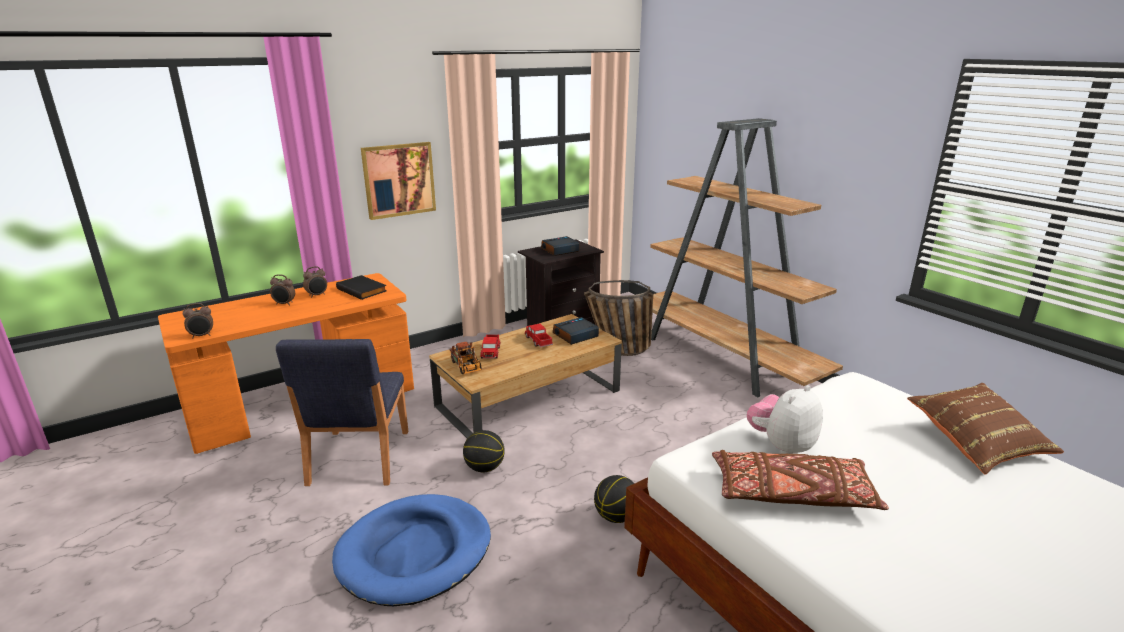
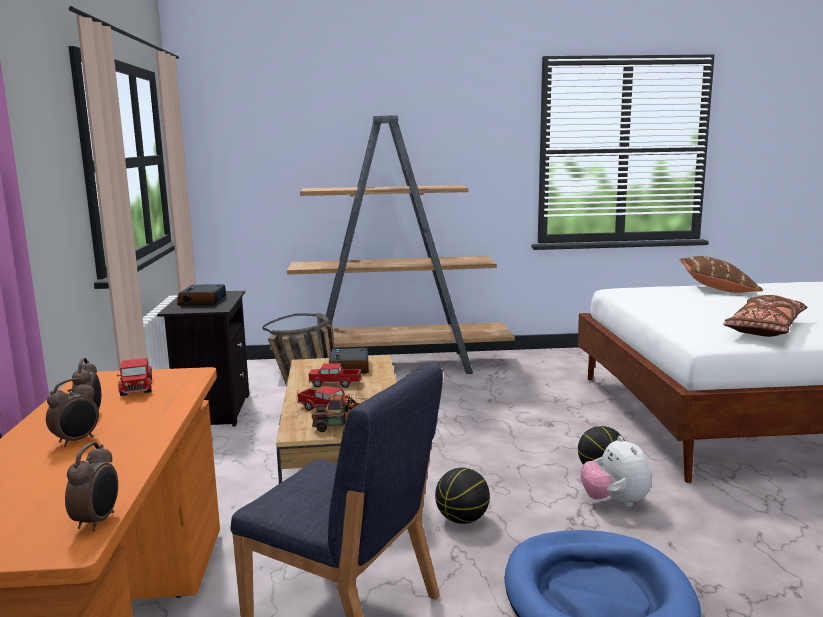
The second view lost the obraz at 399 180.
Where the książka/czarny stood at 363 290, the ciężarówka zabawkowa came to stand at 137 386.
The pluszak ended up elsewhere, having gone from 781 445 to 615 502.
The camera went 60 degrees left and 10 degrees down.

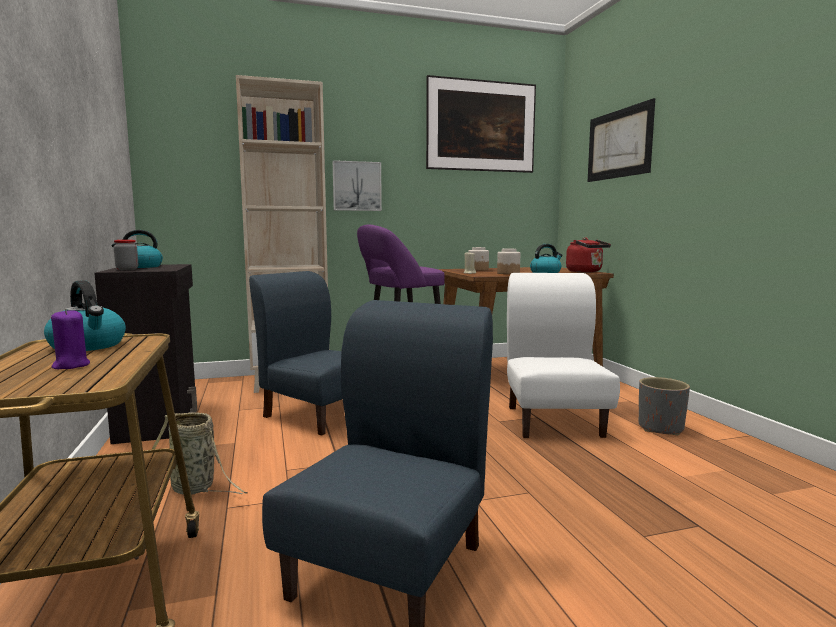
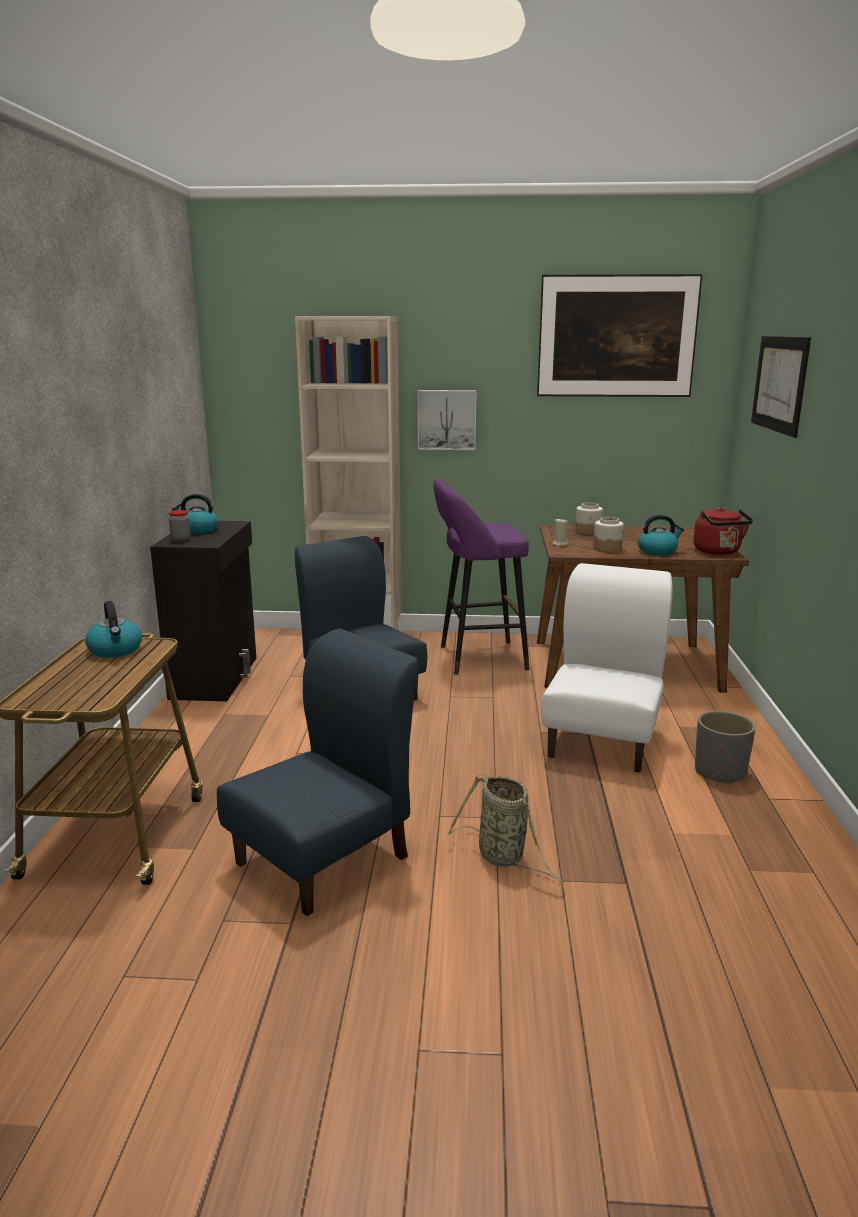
The second view lost the świeca/fioletowy at 71 365.
The koszyk ended up elsewhere, having gone from 195 488 to 504 858.
The camera went 20 degrees right and 10 degrees up.

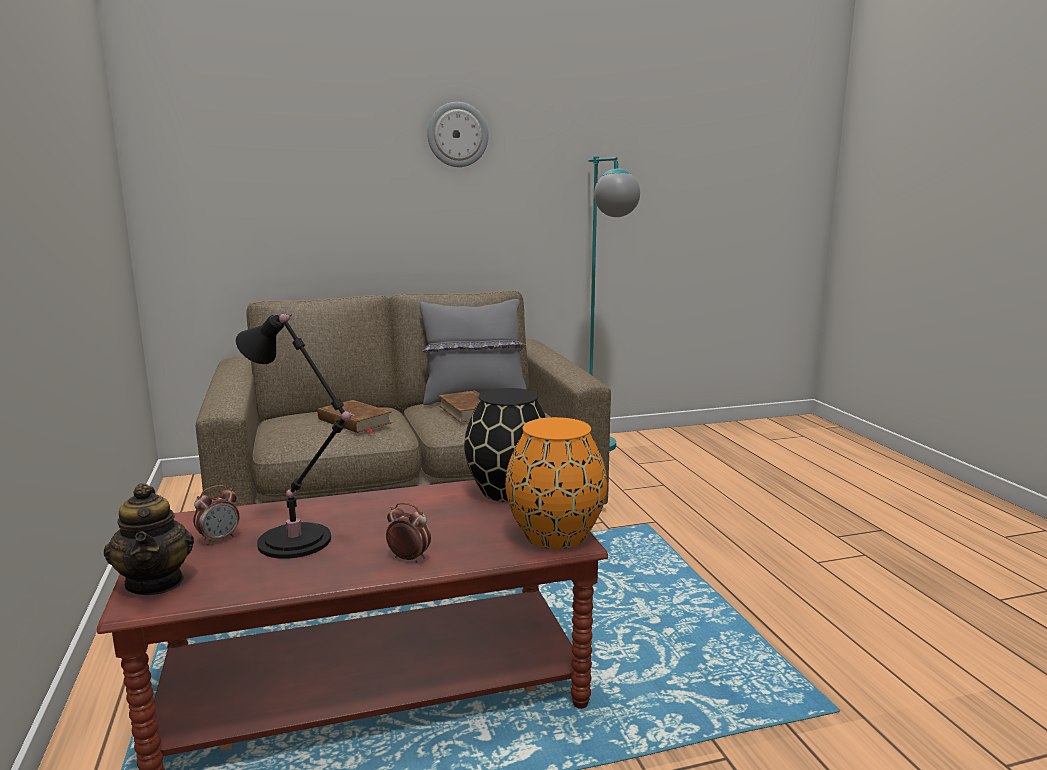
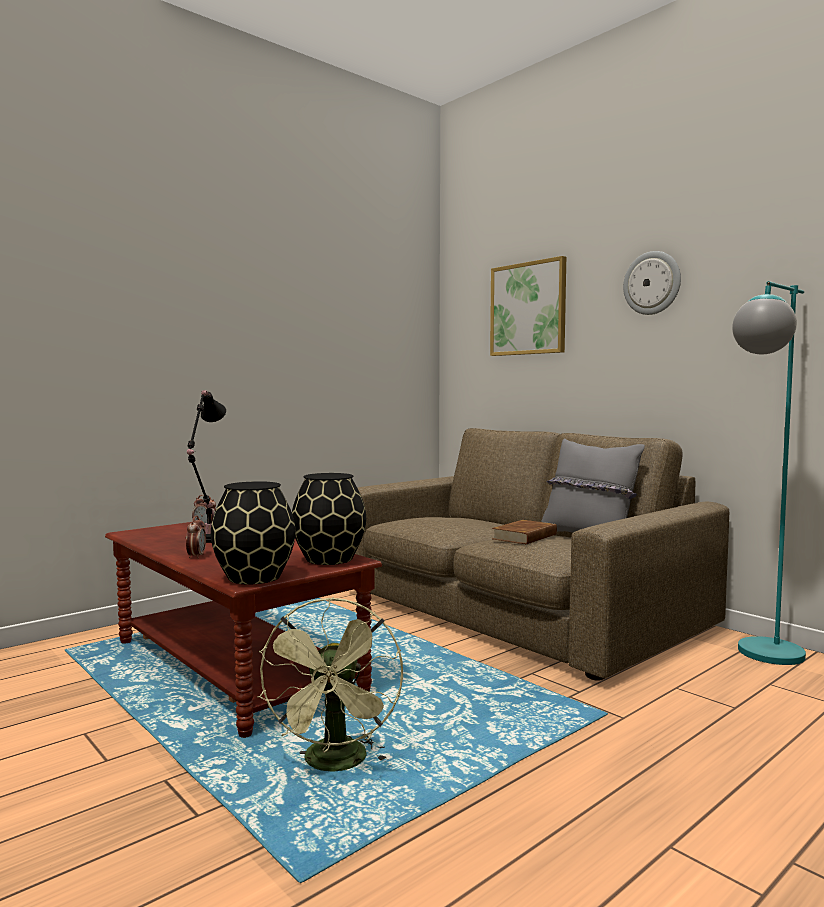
The second view lost the książka/brązowy at 354 421.
What was the wazon/pomarańczowy at 554 535 turned into the wazon/czarny at 253 577.
The second view lost the imbryk at 156 582.
The second view gained the obraz at 528 309.
The second view gained the wentylator/zielony at 336 765.
The camera went 65 degrees right and 10 degrees down.

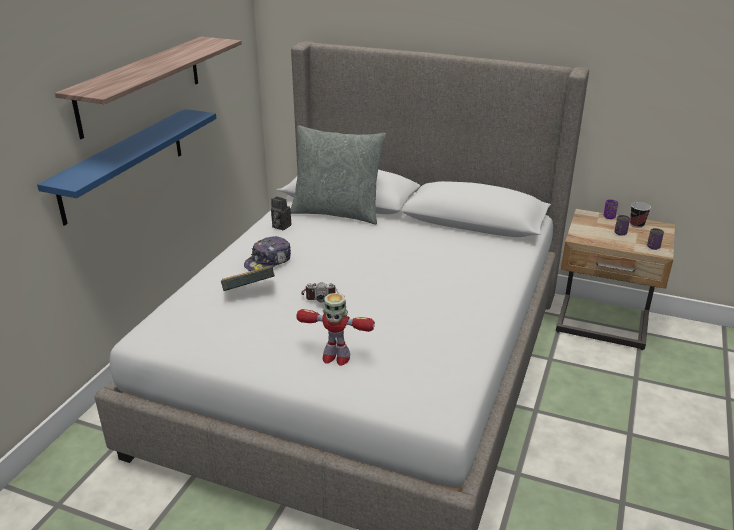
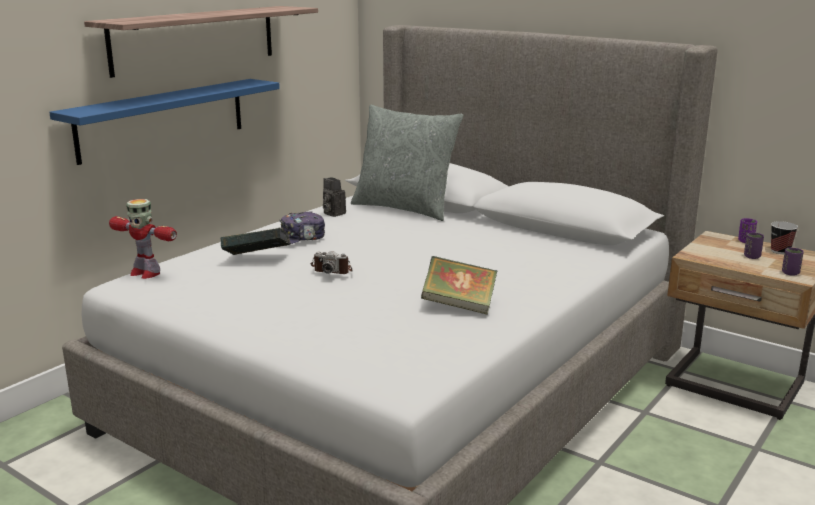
The robot zabawkowy ended up elsewhere, having gone from 335 357 to 145 273.
The second view gained the książka at 459 305.
The camera went 15 degrees right and 10 degrees down.

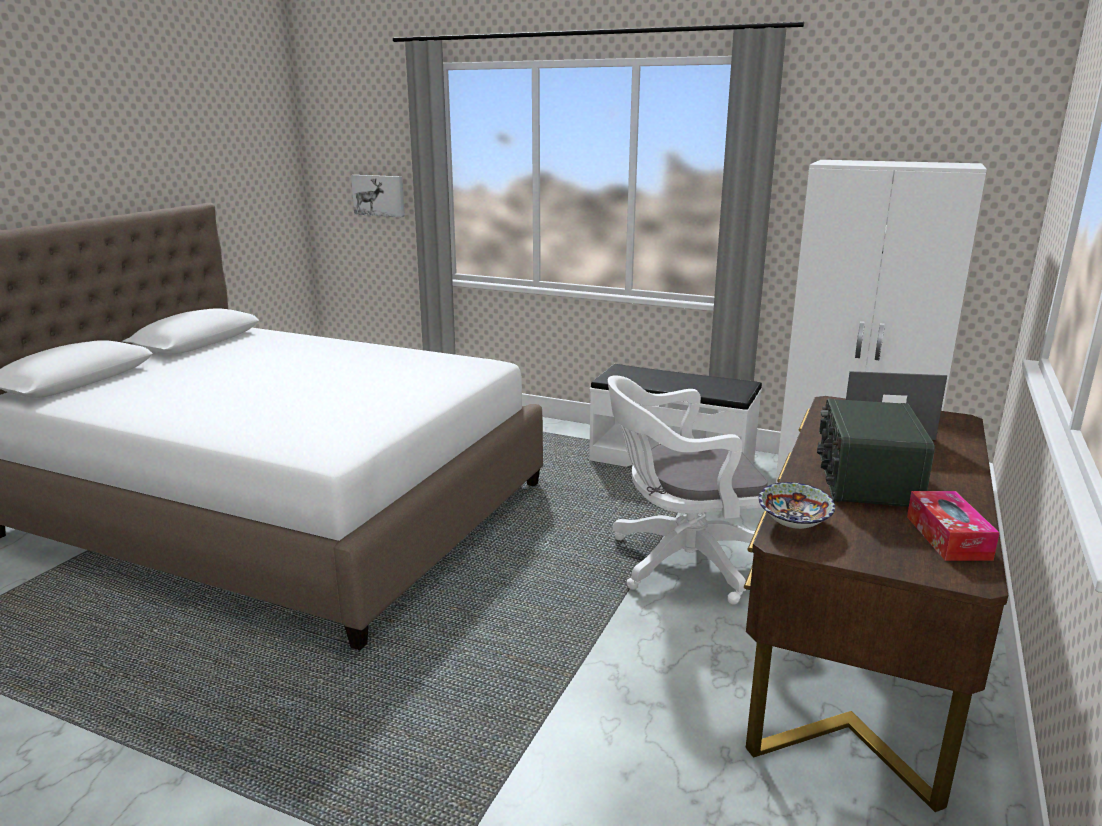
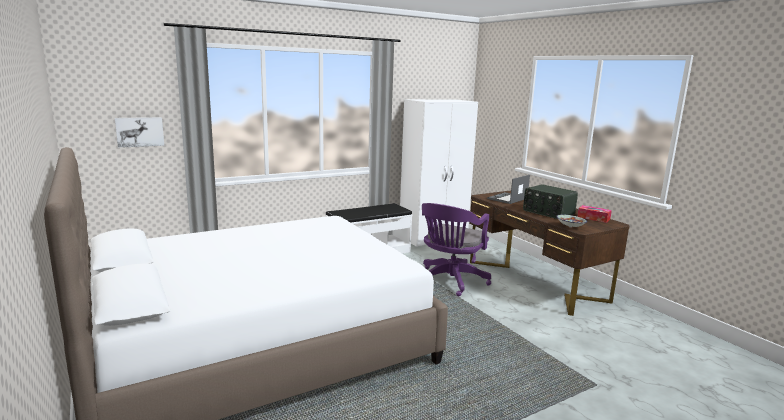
What was the krzesło biurowe/biały at 680 562 turned into the krzesło biurowe/fioletowy at 450 282.
The camera went 55 degrees left and 5 degrees down.

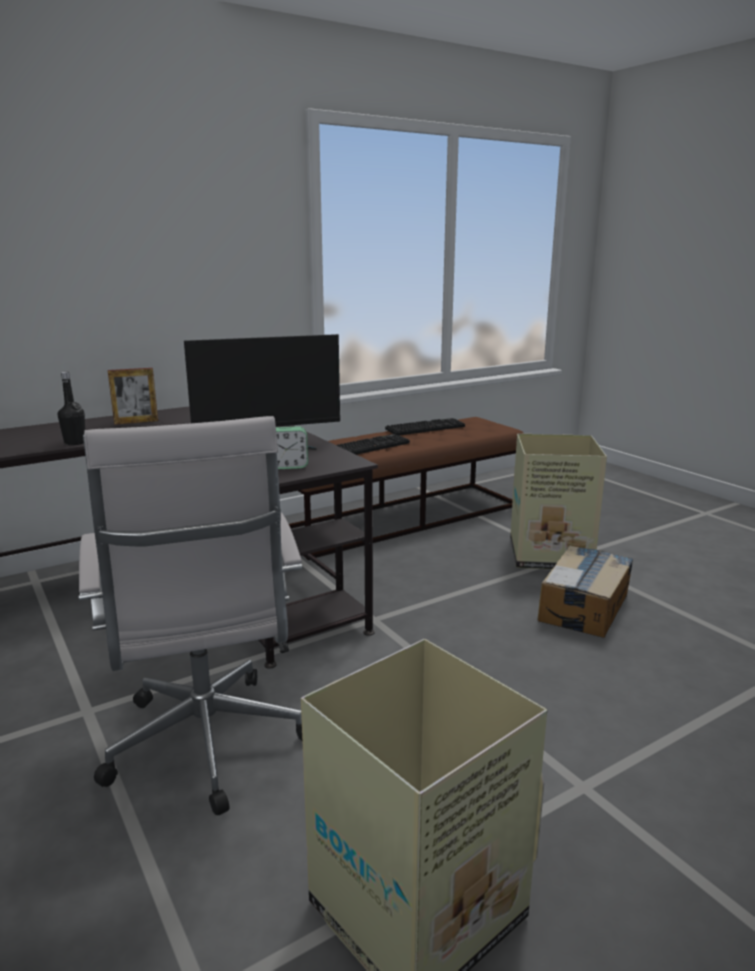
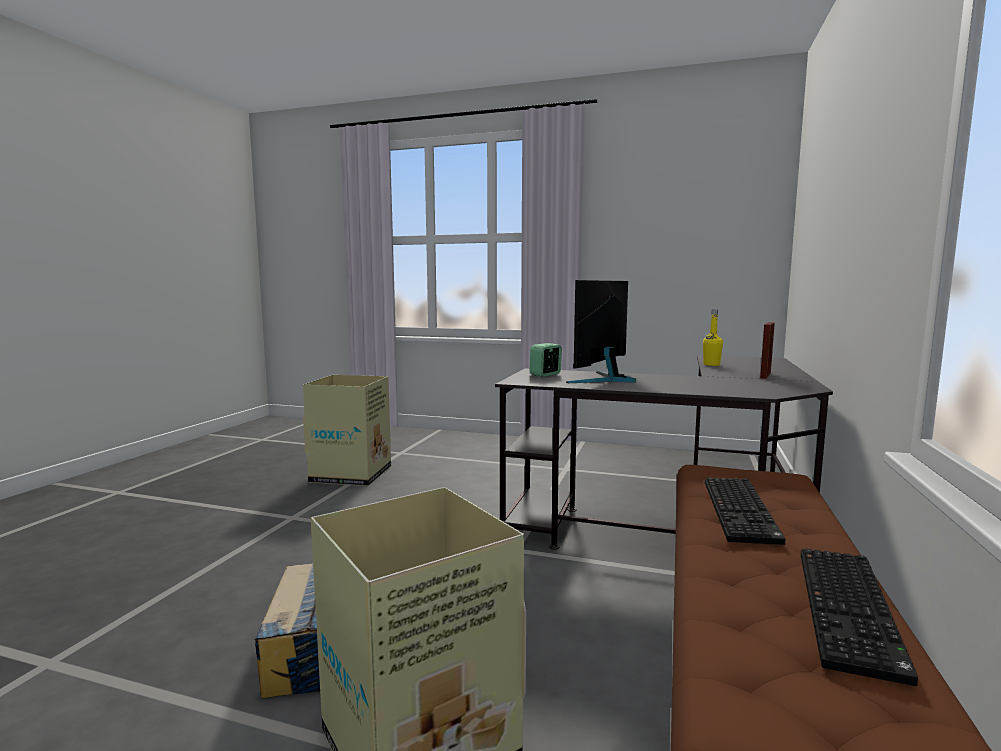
What was the butelka/czarny at 75 442 turned into the butelka/żółty at 711 365.
The second view lost the krzesło biurowe/biały at 207 748.
The camera went 140 degrees right and 10 degrees down.

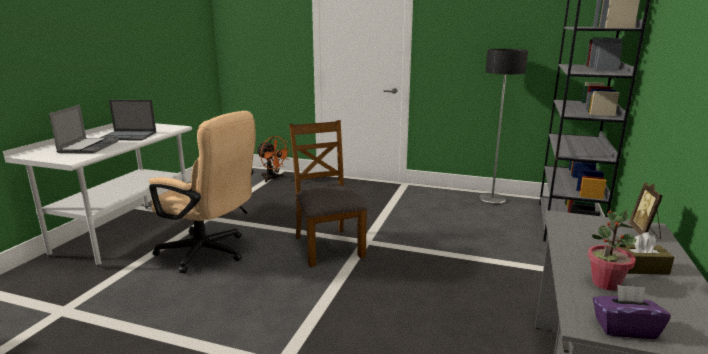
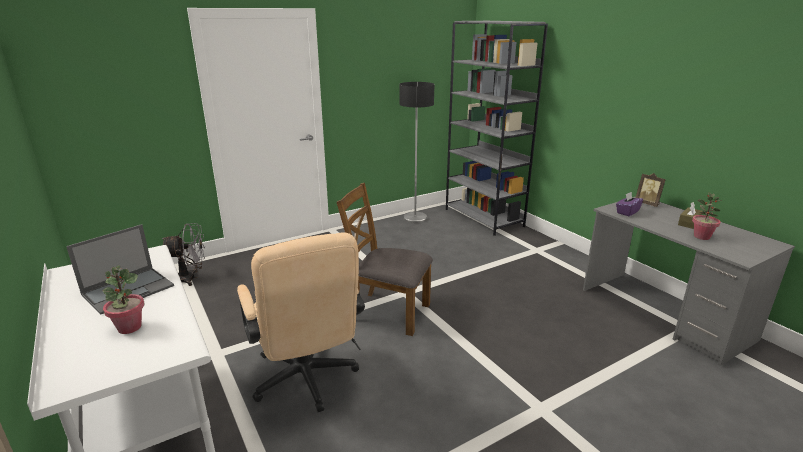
Where the laptop stood at 88 147, the roślina doniczkowa came to stand at 129 327.
The krzesło biurowe/beżowy at 209 253 ended up facing another way, 90 degrees clockwise from before.
What was the wentylator/pomarańczowy at 273 178 turned into the wentylator/szary at 191 278.
The pudełko chusteczek/fioletowy ended up elsewhere, having gone from 624 328 to 627 212.
The camera went 50 degrees left and 5 degrees up.

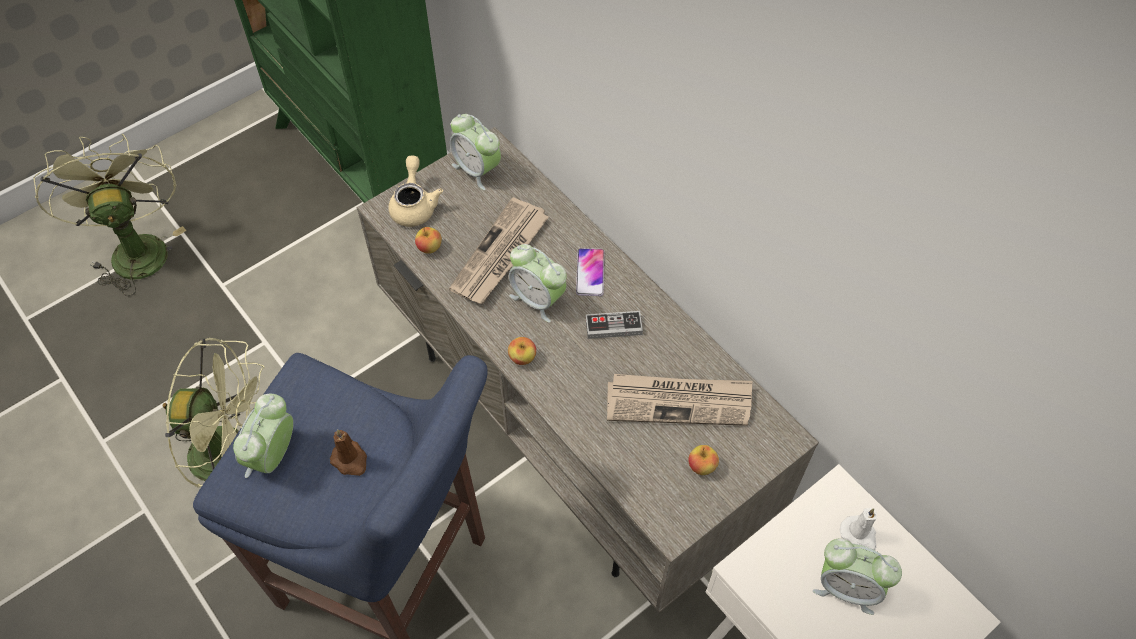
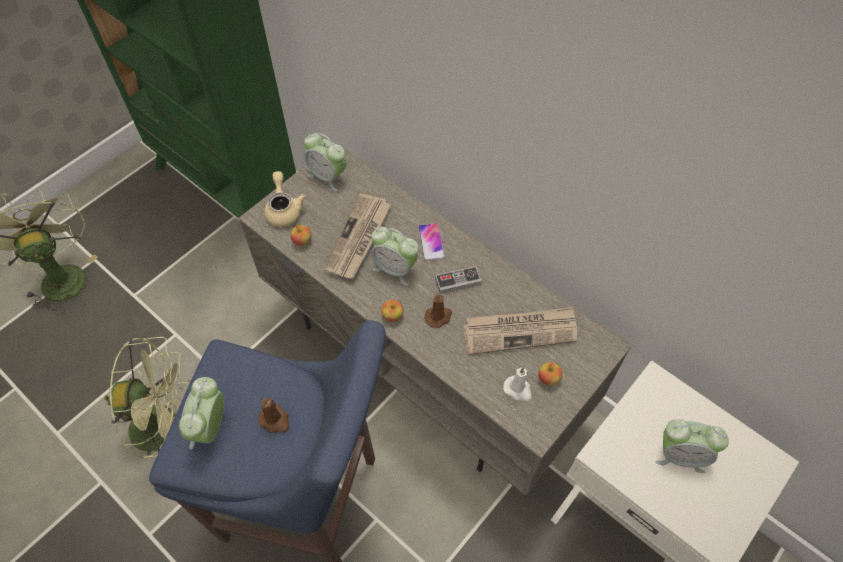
The świeca/biały ended up elsewhere, having gone from 859 535 to 518 389.
The second view gained the świeca/brązowy at 439 316.
The camera went 10 degrees left and 0 degrees up.

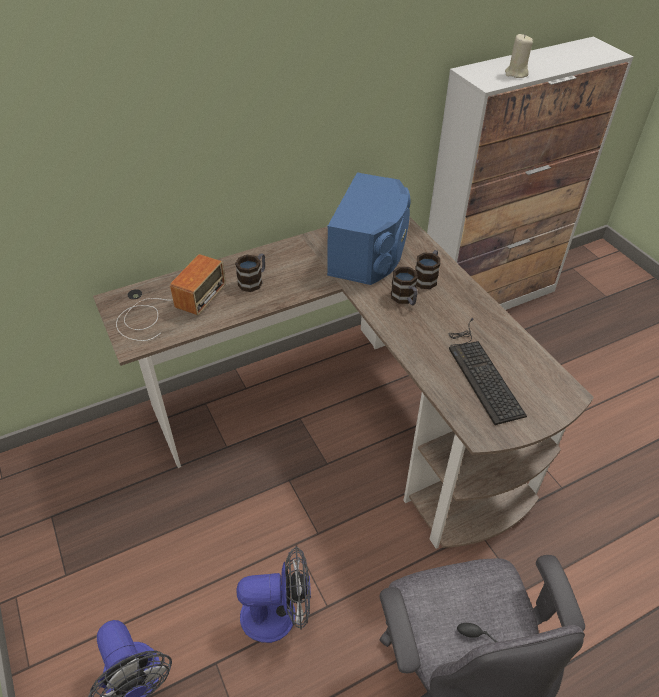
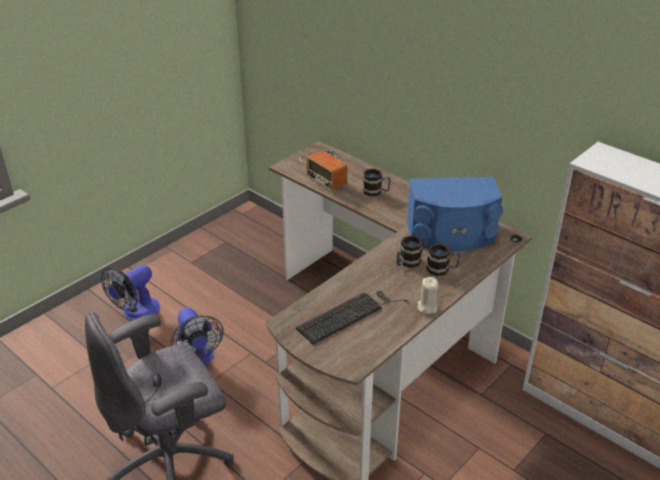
The świeca/beżowy ended up elsewhere, having gone from 516 73 to 427 307.
The radio at 168 308 ended up facing another way, 45 degrees clockwise from before.
The camera went 70 degrees right and 10 degrees down.

